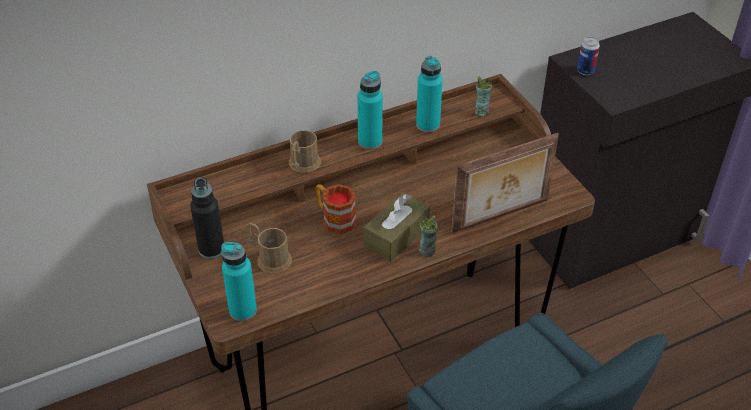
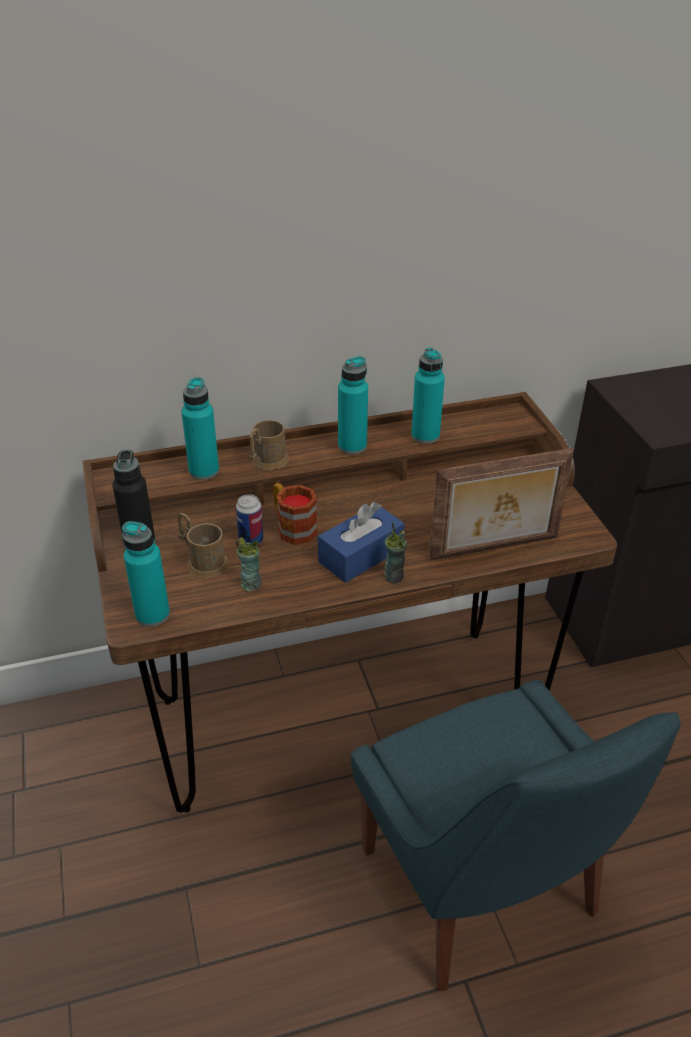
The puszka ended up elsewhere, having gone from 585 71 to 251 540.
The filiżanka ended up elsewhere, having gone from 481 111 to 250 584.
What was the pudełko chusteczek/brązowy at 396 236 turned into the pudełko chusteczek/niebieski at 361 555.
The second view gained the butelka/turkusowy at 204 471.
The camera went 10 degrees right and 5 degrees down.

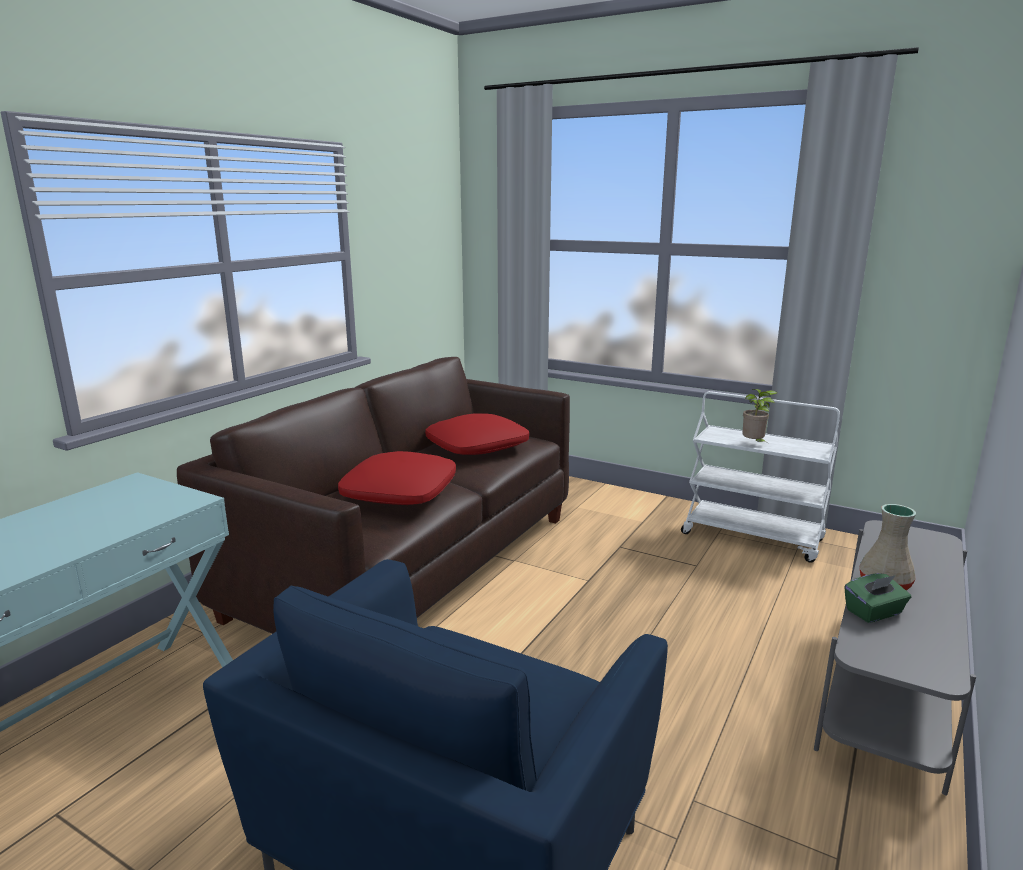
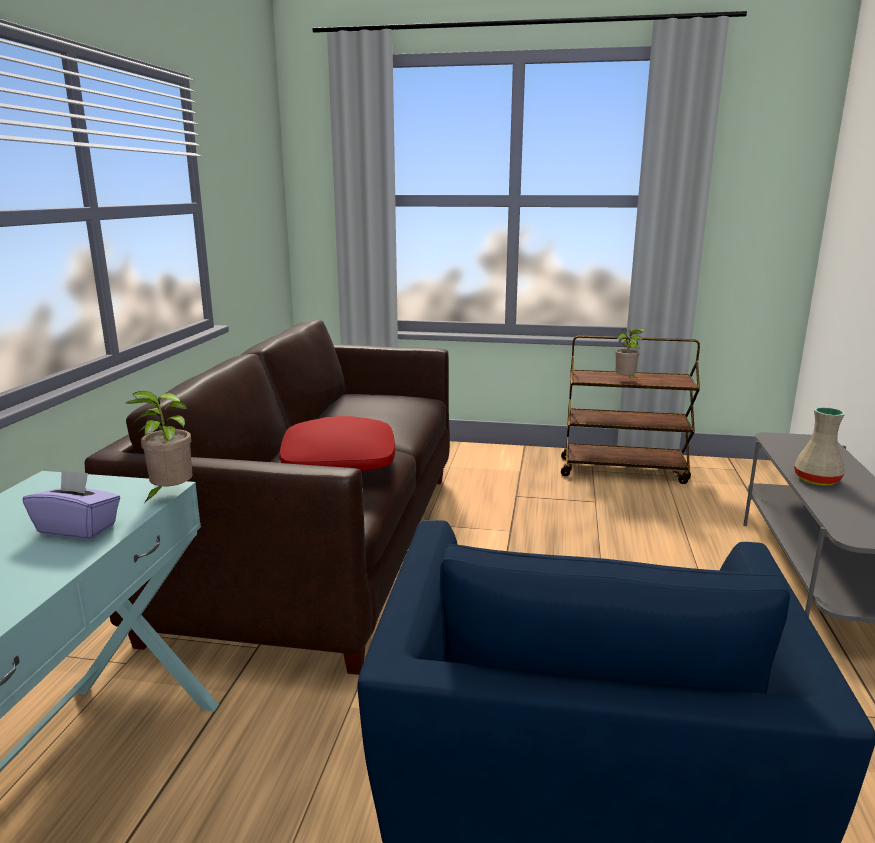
What was the wózek/biały at 753 537 turned into the wózek/brązowy at 623 470.
The second view lost the poduszka/czerwony at 477 446.
The second view lost the pudełko chusteczek/zielony at 874 612.
The second view gained the roślina doniczkowa at 169 495.
The second view gained the pudełko chusteczek/fioletowy at 78 528.
The camera went 20 degrees left and 0 degrees up.

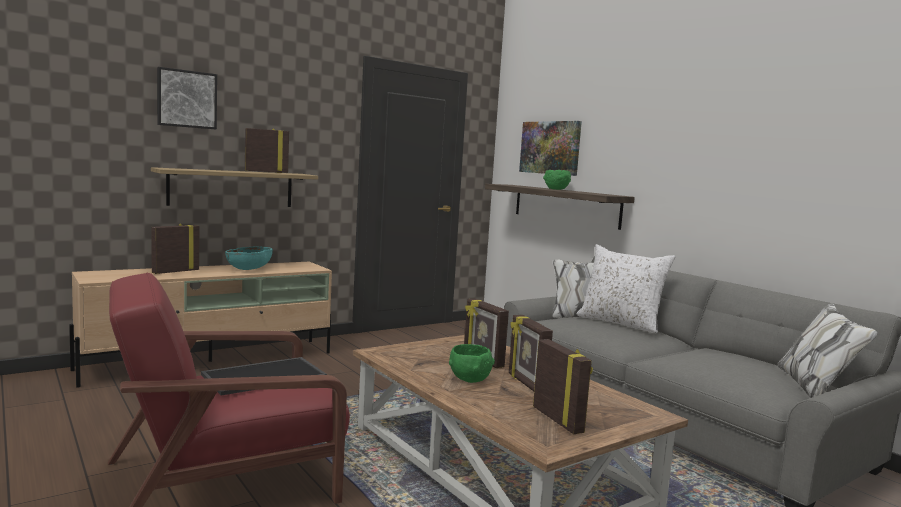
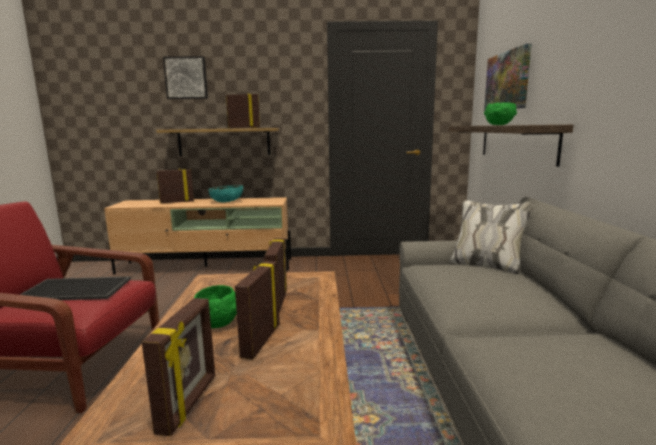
The second view lost the poduszka/biały at 620 323.
The camera went 35 degrees right and 5 degrees up.

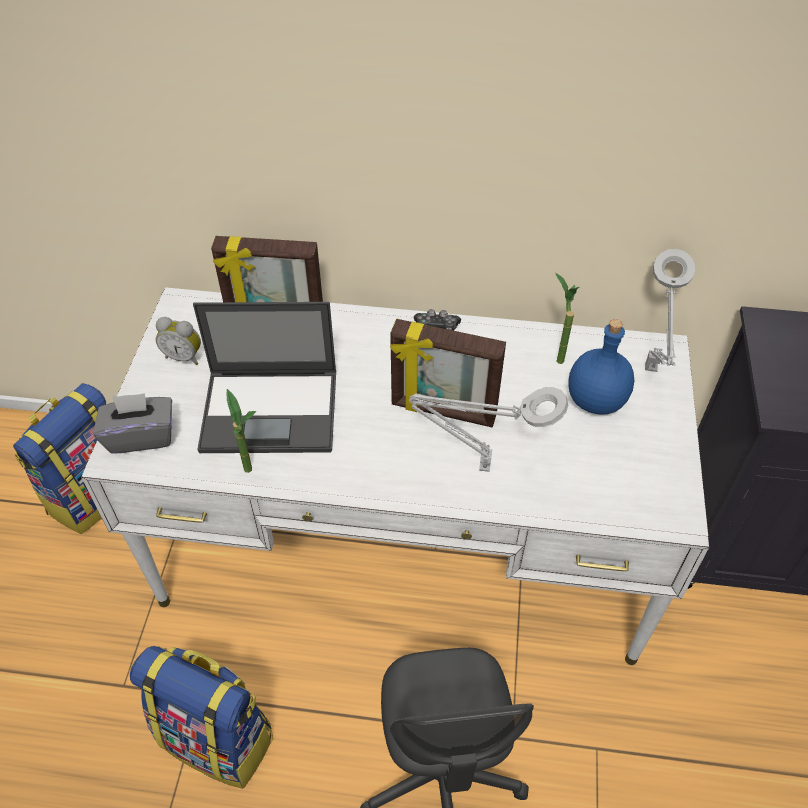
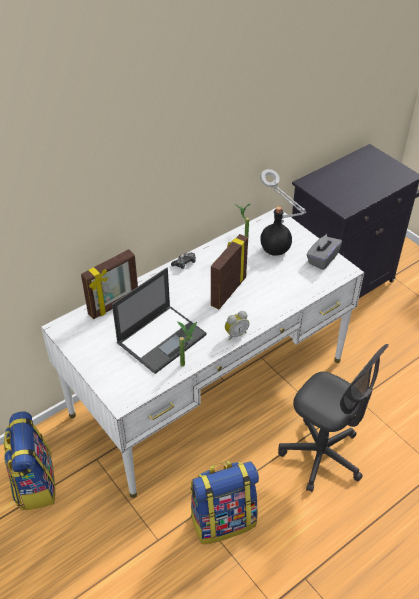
The budzik ended up elsewhere, having gone from 184 356 to 235 334.
The ramka na zdjęcie at 443 411 ended up facing another way, 150 degrees clockwise from before.
What was the butelka/niebieski at 594 400 turned into the butelka/czarny at 274 250.
The second view lost the lampa stołowa/szary at 479 466.
The pudełko chusteczek/szary ended up elsewhere, having gone from 141 436 to 322 259.
The camera went 45 degrees left and 5 degrees down.

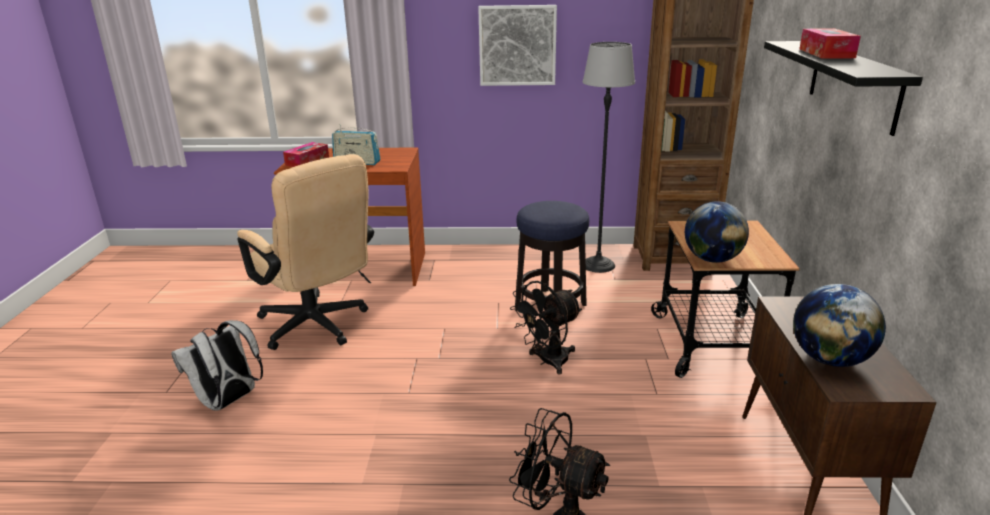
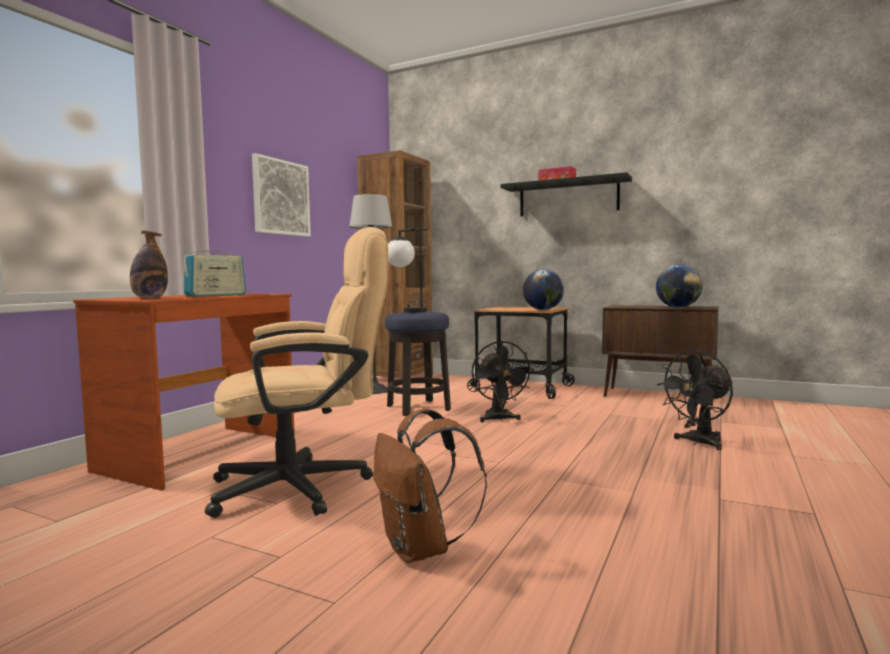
Where the pudełko chusteczek stood at 307 161, the butelka came to stand at 149 298.
What was the plecak/biały at 228 401 turned into the plecak/brązowy at 421 549.
The second view gained the lampa stołowa at 406 311.
The camera went 65 degrees left and 20 degrees down.

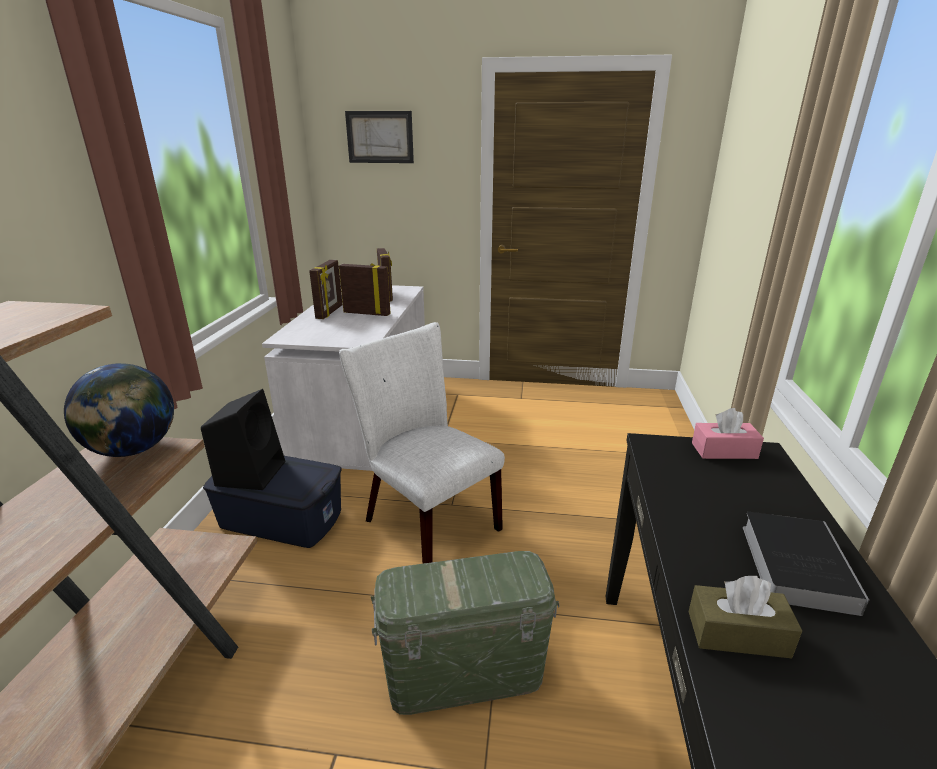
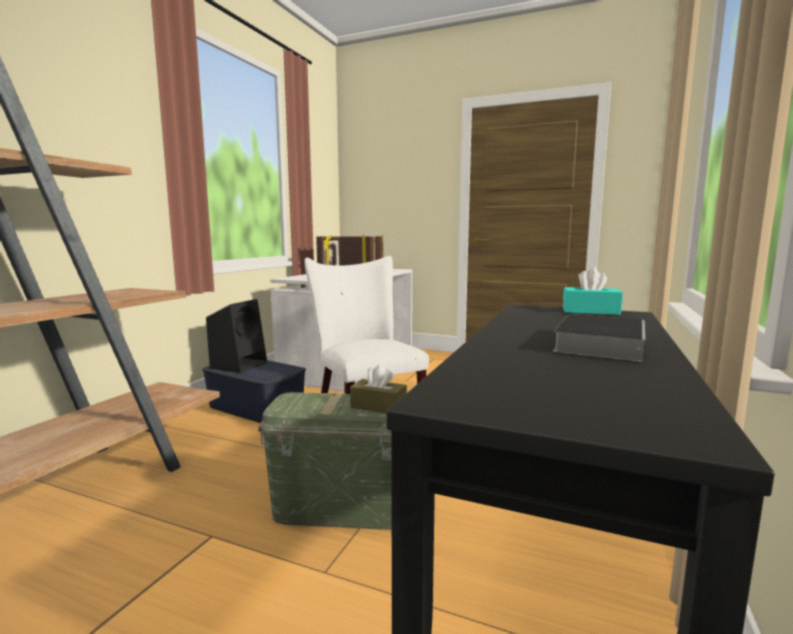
The second view lost the obraz at 380 137.
The second view lost the globus at 133 450.
What was the pudełko chusteczek/różowy at 724 451 turned into the pudełko chusteczek/turkusowy at 590 311.
The pudełko chusteczek/brązowy ended up elsewhere, having gone from 737 634 to 378 406.
The camera went 15 degrees right and 15 degrees down.

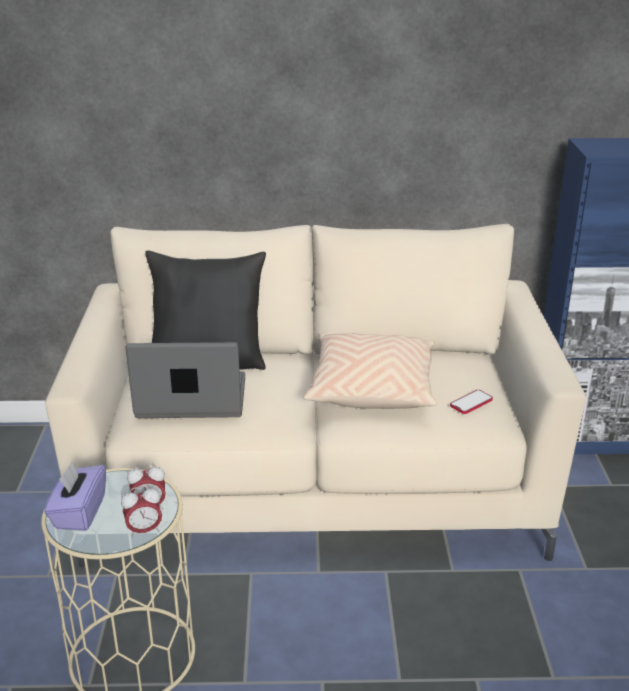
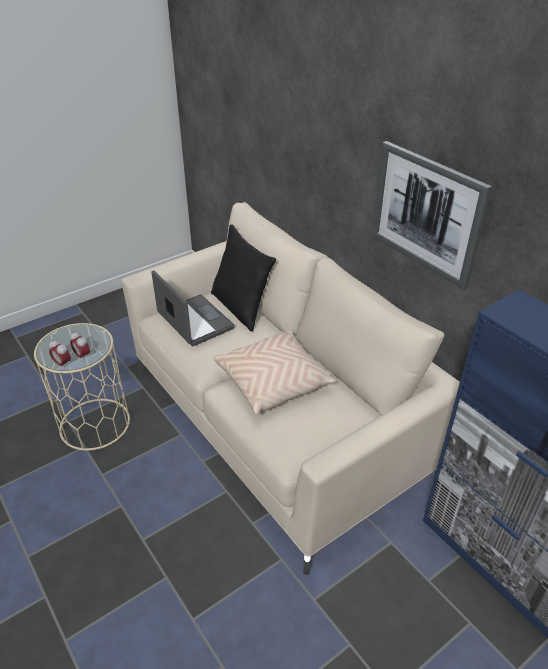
The second view lost the telefon at 471 403.
The second view lost the pudełko chusteczek/fioletowy at 79 513.
The second view gained the obraz at 426 213.
The camera went 55 degrees right and 10 degrees up.

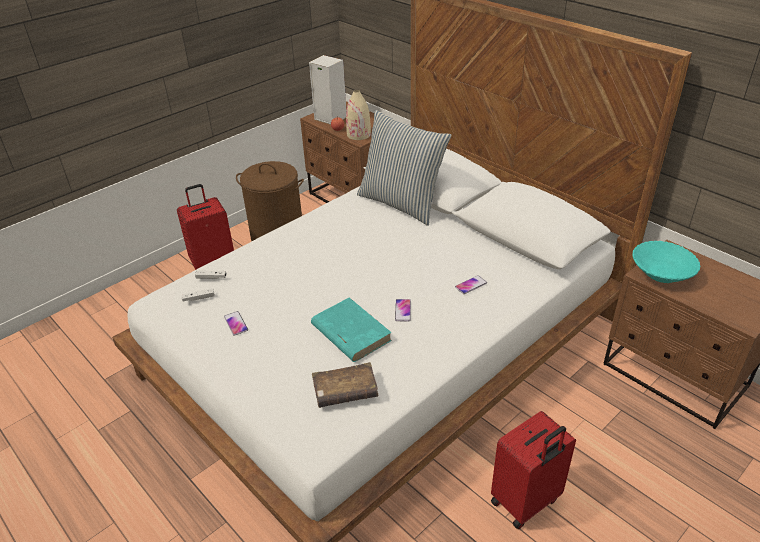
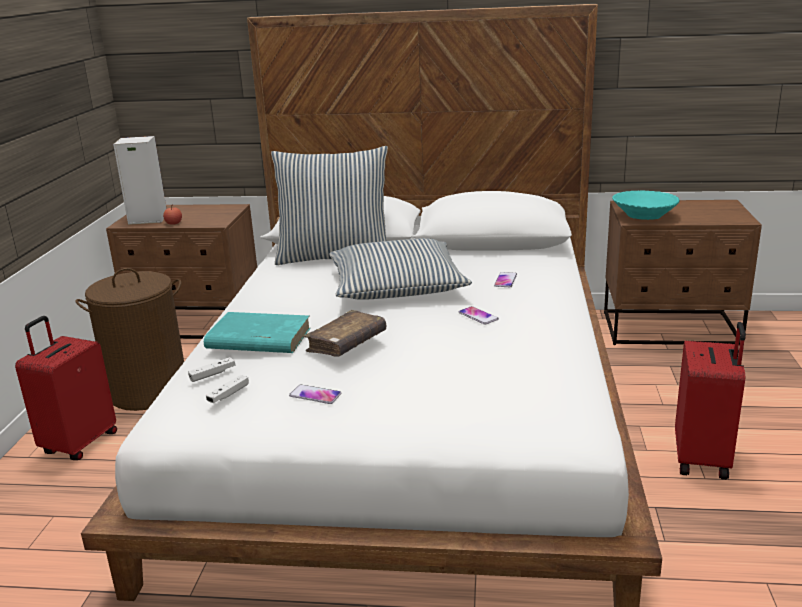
The second view lost the wazon/beżowy at 359 135.
The książka/turkusowy ended up elsewhere, having gone from 350 332 to 258 339.
The książka/brązowy ended up elsewhere, having gone from 345 392 to 346 343.
The second view gained the poduszka at 396 286.
The camera went 40 degrees left and 15 degrees down.

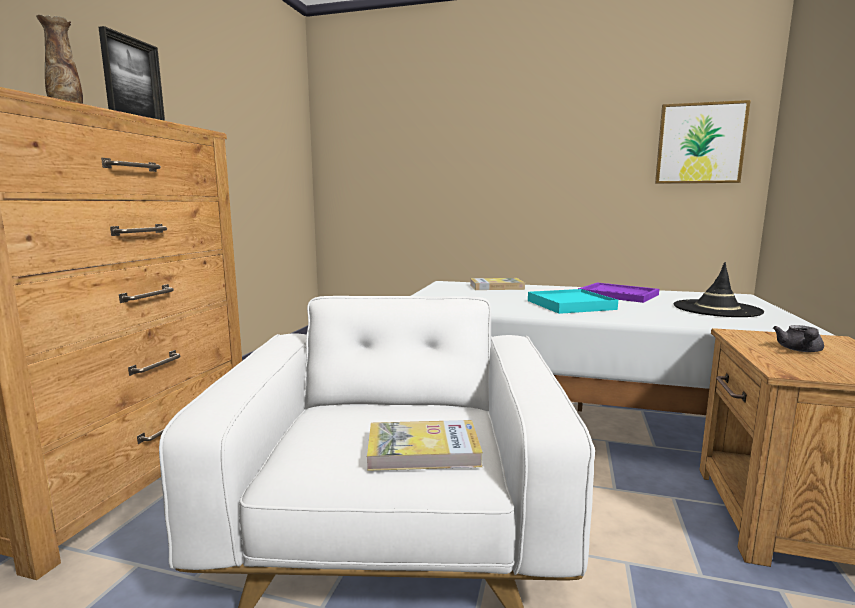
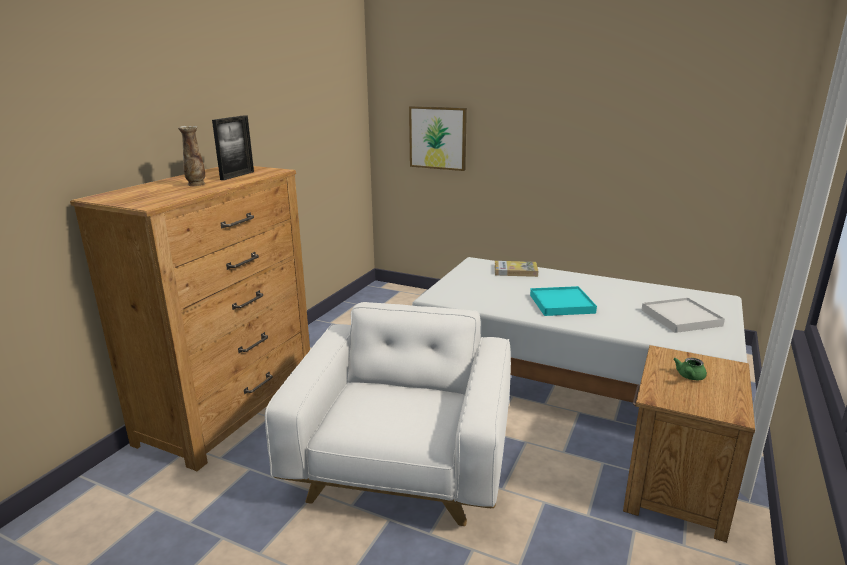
The obraz ended up elsewhere, having gone from 700 143 to 438 138.
Where the kapelusz/czarny stood at 716 309, the taca/biały came to stand at 681 318.
The second view lost the taca/fioletowy at 618 295.
What was the imbryk/szary at 800 350 turned into the imbryk/zielony at 689 377.
The second view lost the książka at 423 450.
The camera went 10 degrees right and 10 degrees up.

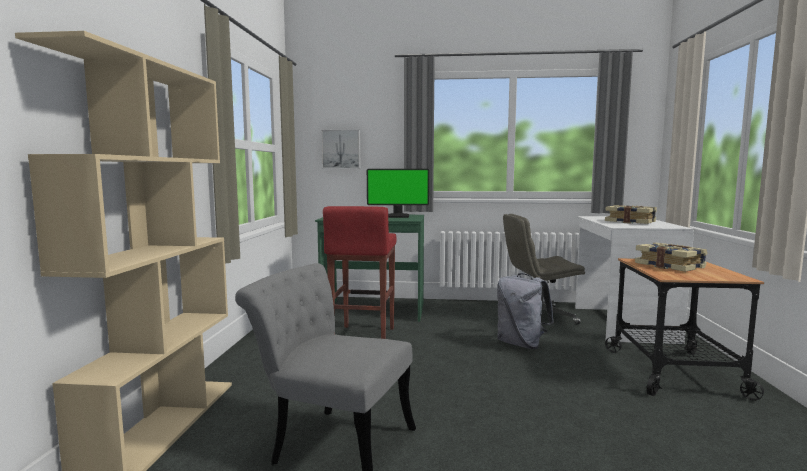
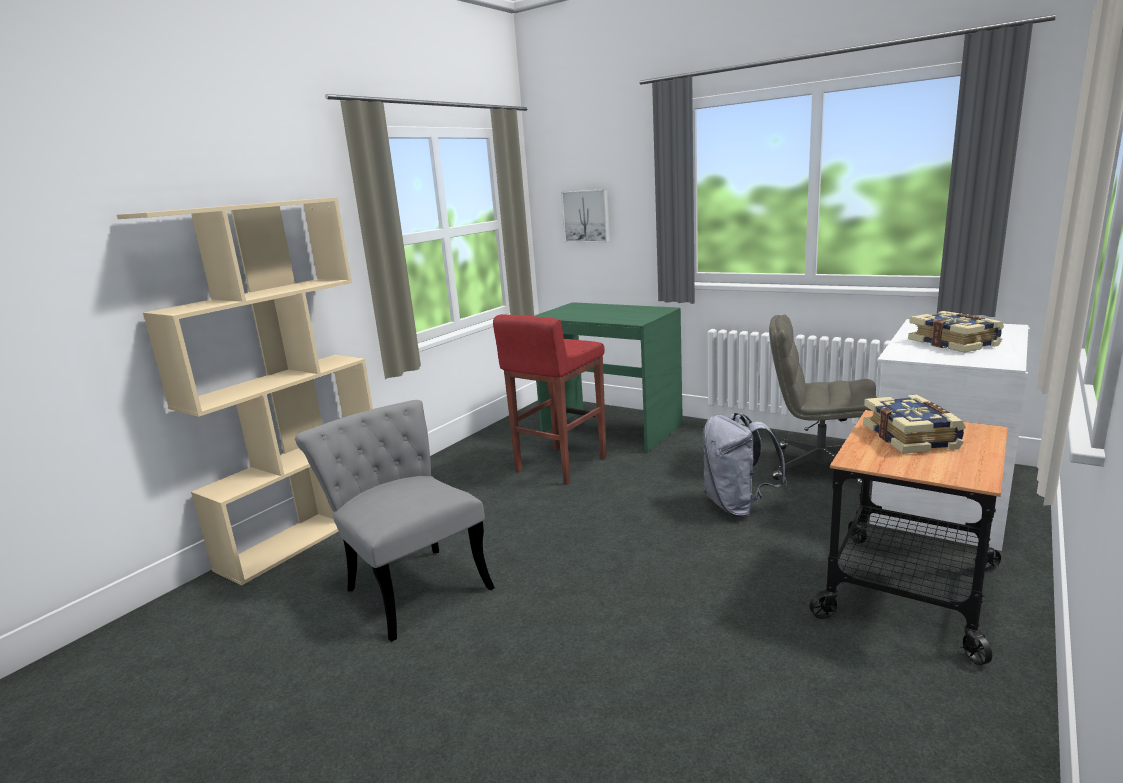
The second view lost the monitor at 398 216.
The camera went 30 degrees right and 10 degrees up.

